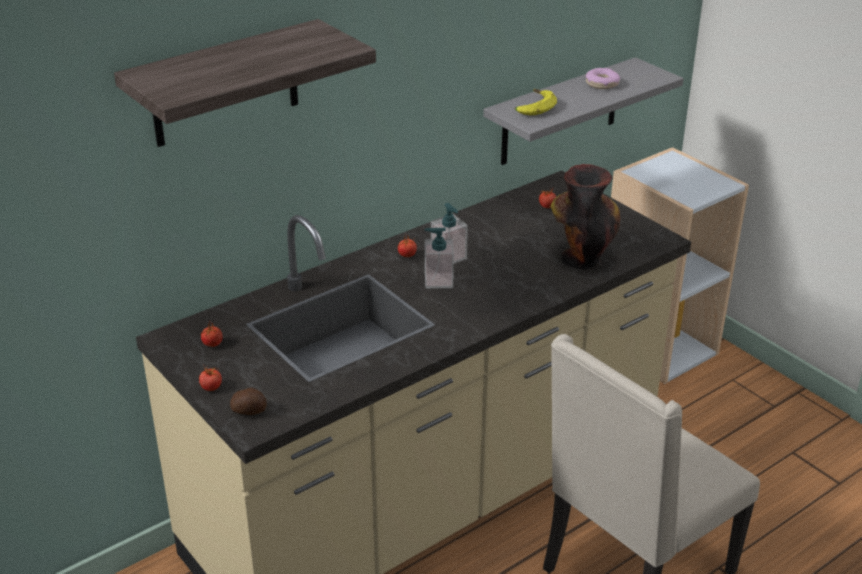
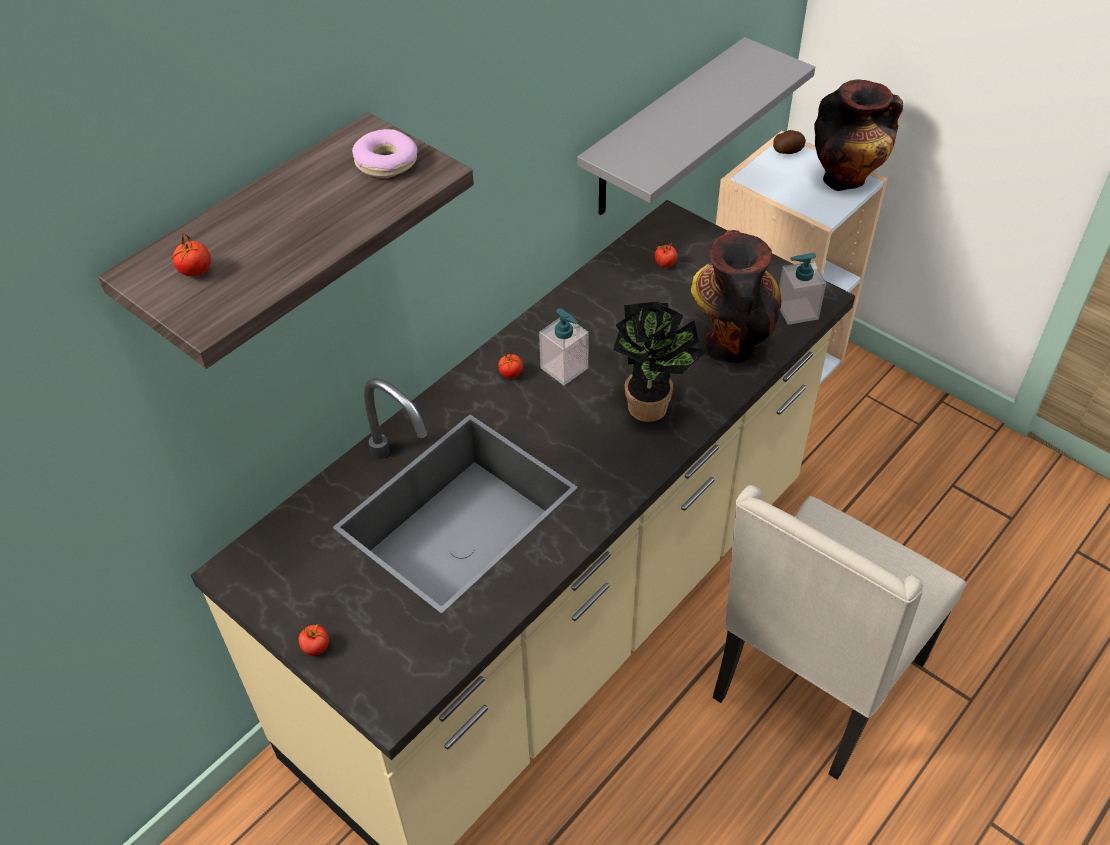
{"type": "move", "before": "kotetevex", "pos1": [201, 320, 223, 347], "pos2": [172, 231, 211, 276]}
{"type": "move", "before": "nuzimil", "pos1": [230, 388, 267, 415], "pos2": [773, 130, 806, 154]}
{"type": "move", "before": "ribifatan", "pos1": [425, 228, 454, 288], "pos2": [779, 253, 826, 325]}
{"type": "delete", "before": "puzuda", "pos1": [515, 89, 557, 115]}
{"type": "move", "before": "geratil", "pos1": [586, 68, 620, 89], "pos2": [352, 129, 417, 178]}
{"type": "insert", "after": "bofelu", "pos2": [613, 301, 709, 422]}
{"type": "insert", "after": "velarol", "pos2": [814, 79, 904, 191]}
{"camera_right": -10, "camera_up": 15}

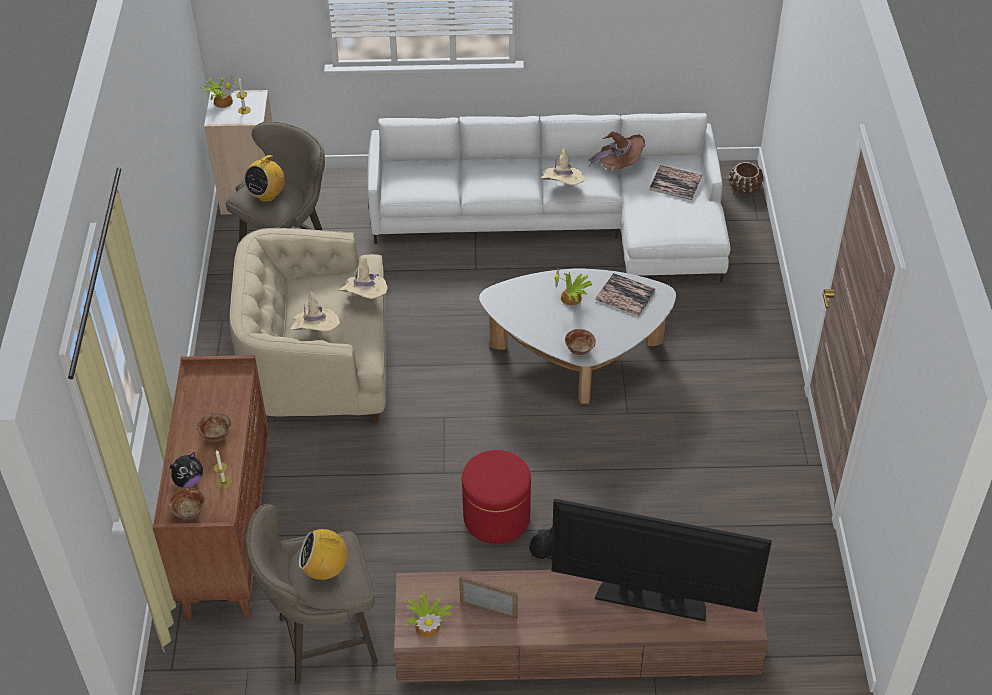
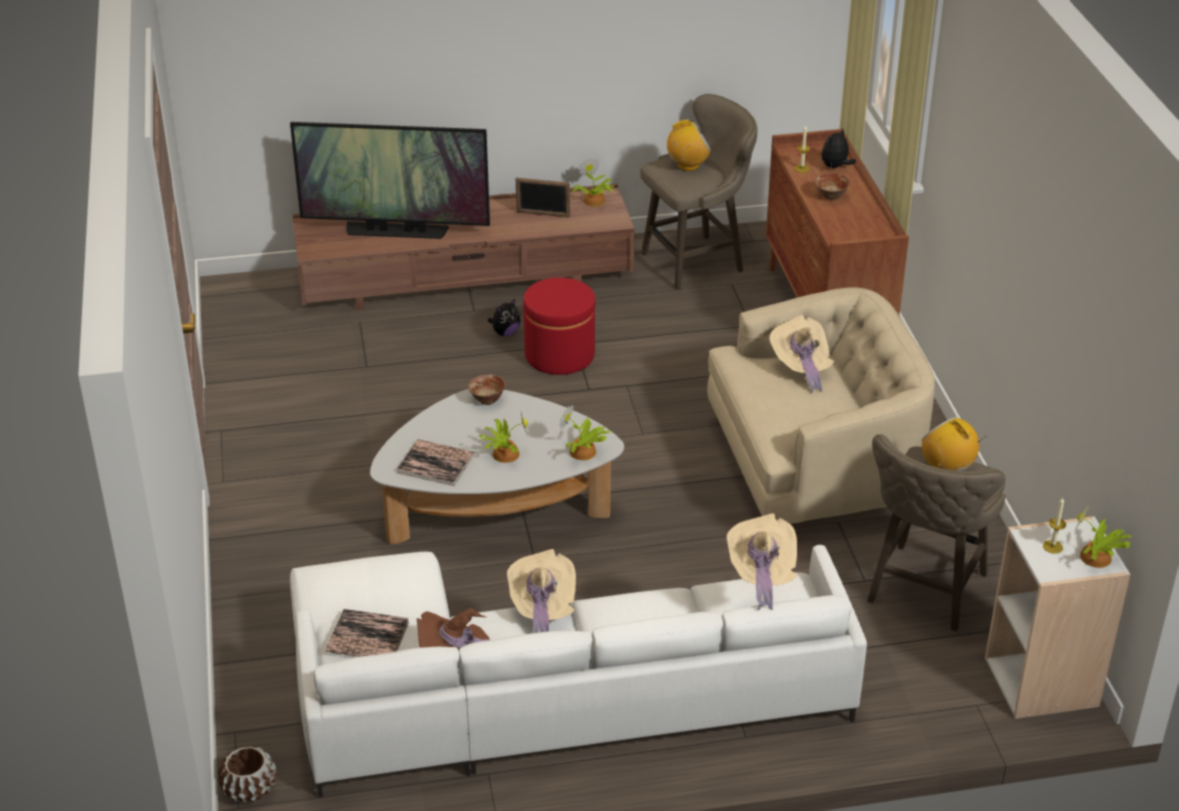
{"type": "delete", "before": "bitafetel", "pos1": [169, 487, 205, 520]}
{"type": "rotate", "before": "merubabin", "pos1": [244, 155, 285, 202], "pos2": [922, 417, 986, 471], "turn": -60}
{"type": "move", "before": "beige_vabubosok", "pos1": [339, 258, 388, 299], "pos2": [727, 513, 797, 610]}
{"type": "insert", "after": "bofelu", "pos2": [559, 404, 611, 460]}
{"camera_right": 170, "camera_up": -10}

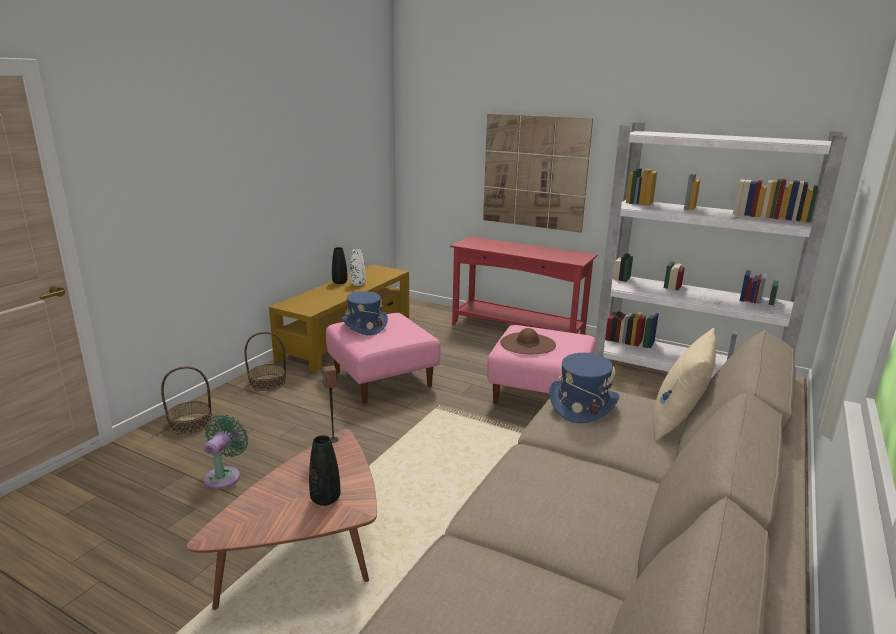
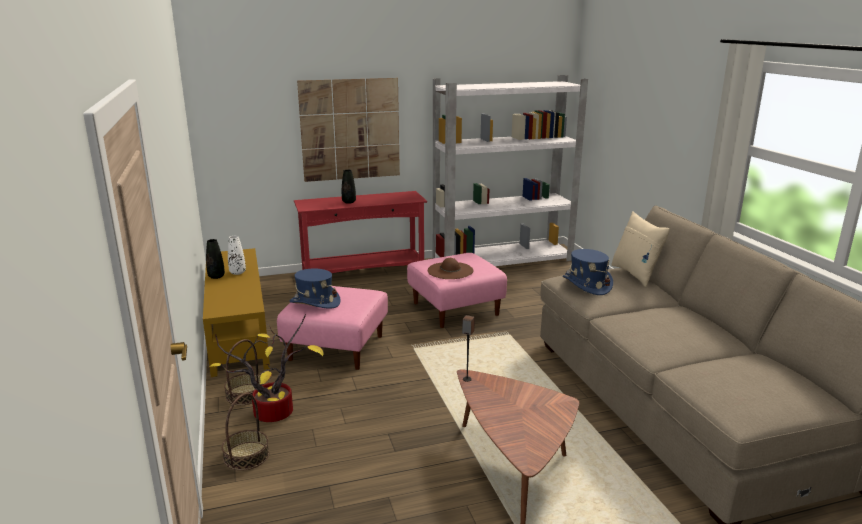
{"type": "delete", "before": "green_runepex", "pos1": [204, 415, 248, 489]}
{"type": "move", "before": "black_velarol", "pos1": [309, 435, 340, 506], "pos2": [342, 170, 356, 204]}
{"type": "insert", "after": "bofelu", "pos2": [209, 314, 324, 422]}
{"camera_right": -45, "camera_up": 0}

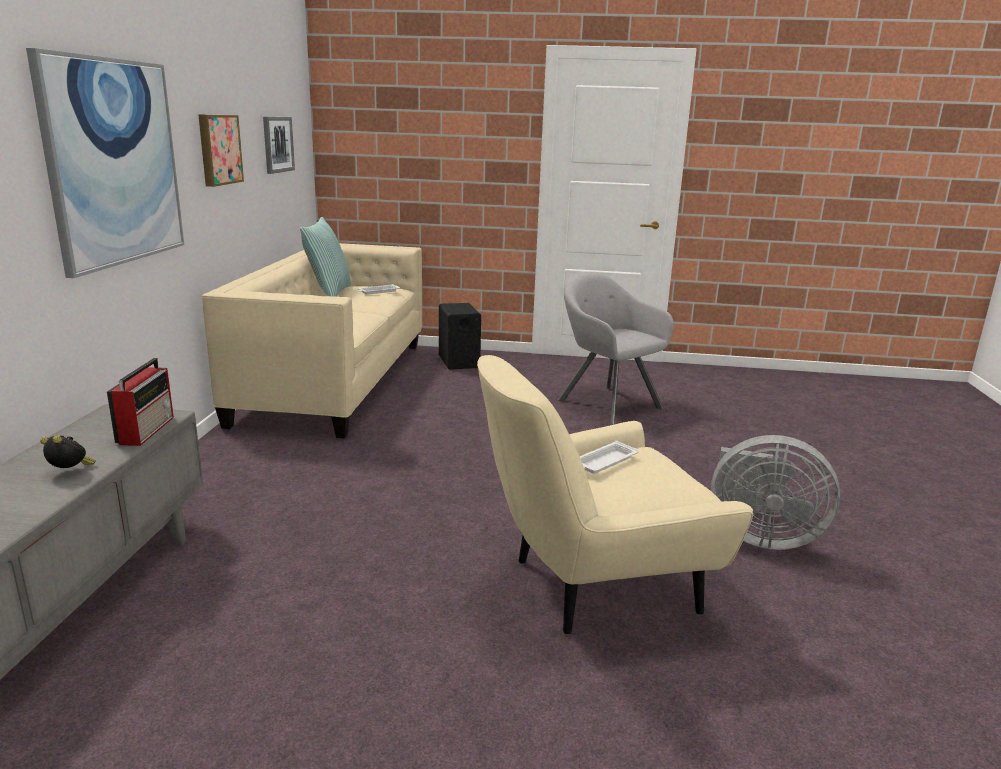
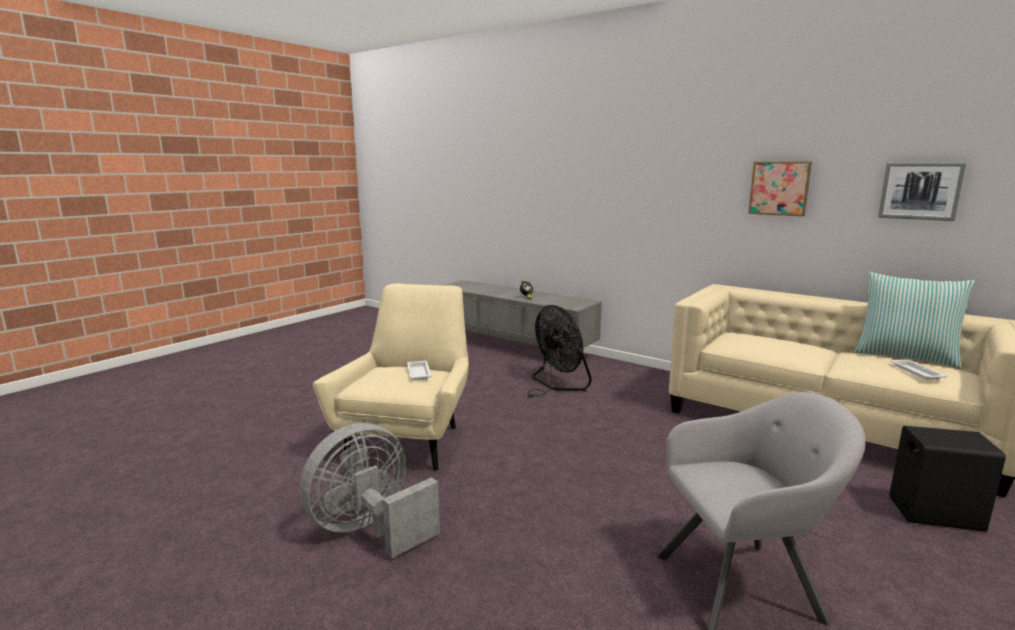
{"type": "delete", "before": "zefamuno", "pos1": [26, 48, 184, 278]}
{"type": "delete", "before": "merubabin", "pos1": [107, 358, 174, 446]}
{"type": "insert", "after": "black_runepex", "pos2": [526, 305, 592, 398]}
{"camera_right": 120, "camera_up": -5}

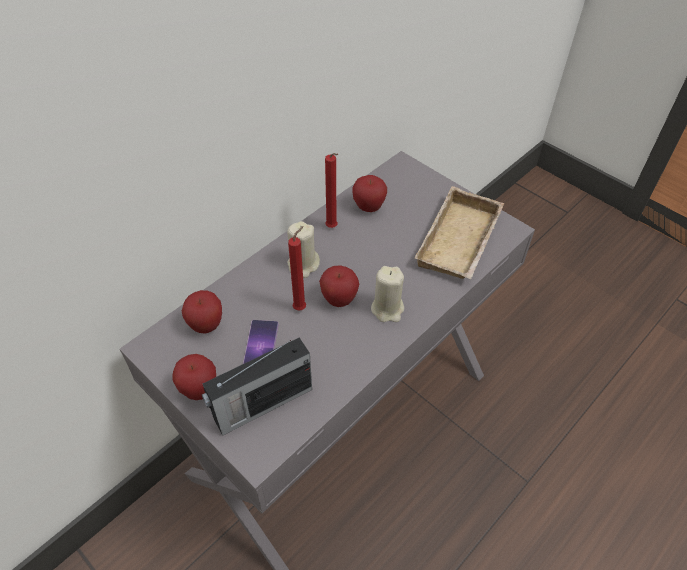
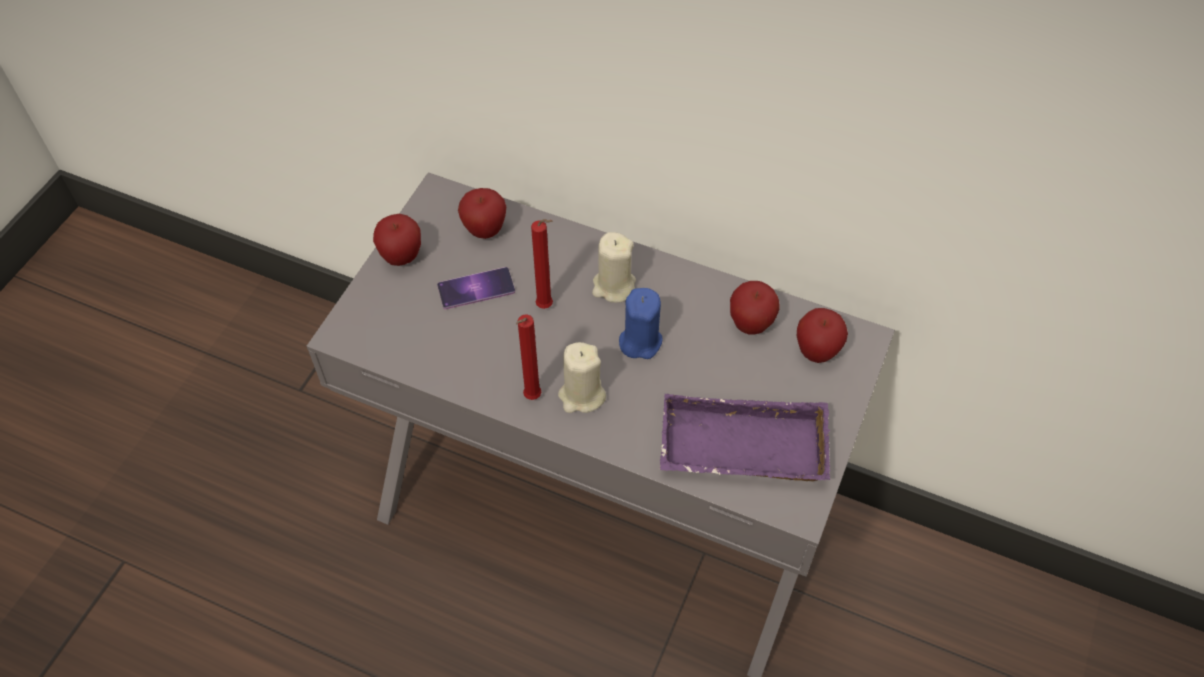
{"type": "delete", "before": "merubabin", "pos1": [202, 338, 312, 436]}
{"type": "move", "before": "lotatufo", "pos1": [319, 266, 359, 307], "pos2": [797, 308, 848, 363]}
{"type": "move", "before": "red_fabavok", "pos1": [325, 153, 338, 228], "pos2": [516, 314, 542, 400]}
{"type": "recolor", "before": "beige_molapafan", "after": "purple_molapafan", "pos1": [414, 186, 504, 279], "pos2": [660, 393, 831, 481]}
{"type": "insert", "after": "blue_fabavok", "pos2": [619, 288, 663, 359]}
{"camera_right": 70, "camera_up": 5}

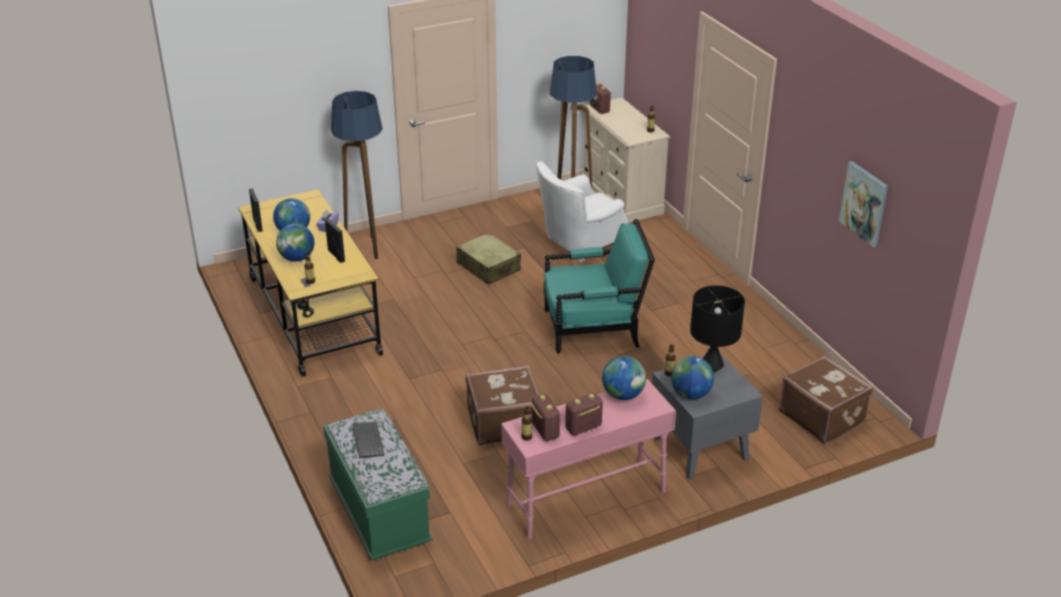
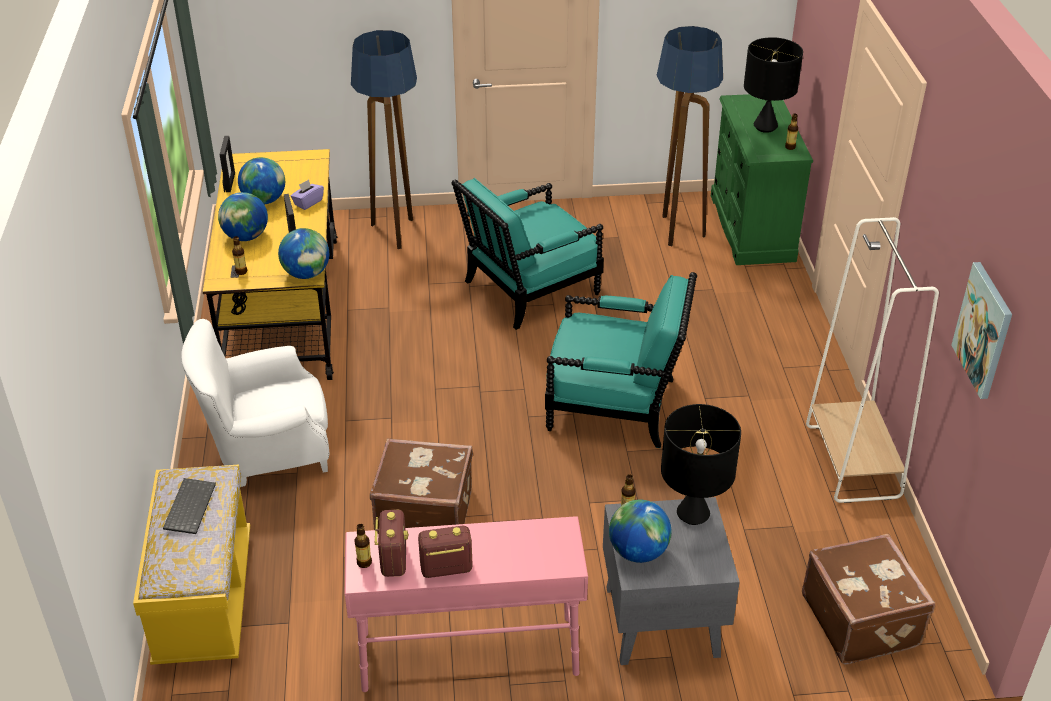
{"type": "recolor", "before": "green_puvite", "after": "yellow_puvite", "pos1": [323, 409, 432, 560], "pos2": [133, 465, 250, 665]}
{"type": "replace", "before": "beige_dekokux", "after": "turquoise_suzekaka", "pos1": [457, 233, 521, 285], "pos2": [451, 178, 604, 330]}
{"type": "move", "before": "white_suzekaka", "pos1": [536, 162, 628, 262], "pos2": [181, 319, 329, 487]}
{"type": "recolor", "before": "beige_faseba", "after": "green_faseba", "pos1": [582, 98, 670, 223], "pos2": [711, 94, 813, 265]}
{"type": "delete", "before": "merubabin", "pos1": [590, 83, 612, 114]}
{"type": "move", "before": "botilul", "pos1": [602, 356, 646, 400], "pos2": [278, 228, 329, 279]}
{"type": "insert", "after": "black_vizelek", "pos2": [744, 37, 803, 133]}
{"type": "insert", "after": "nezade", "pos2": [806, 217, 939, 503]}
{"camera_right": 20, "camera_up": 5}

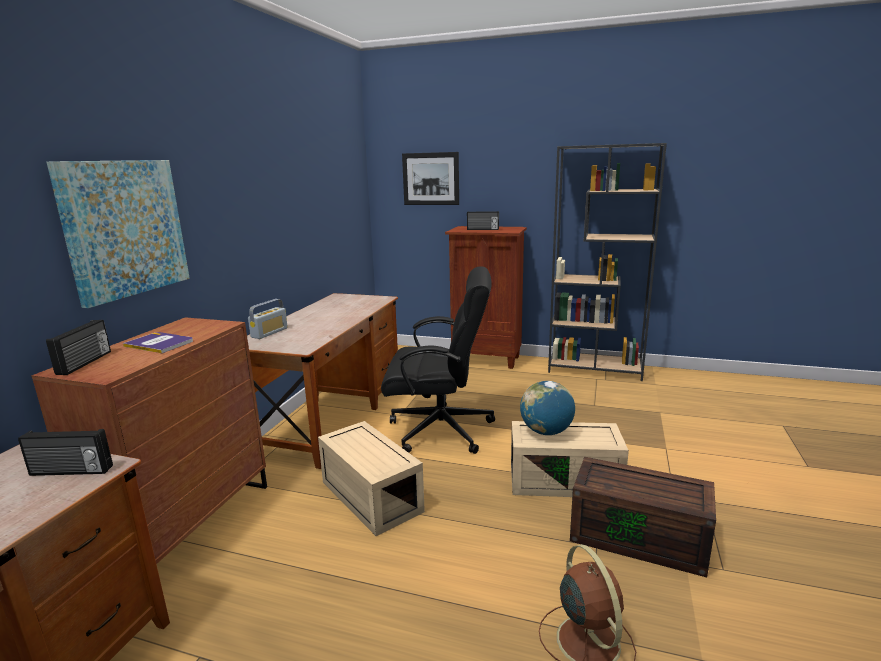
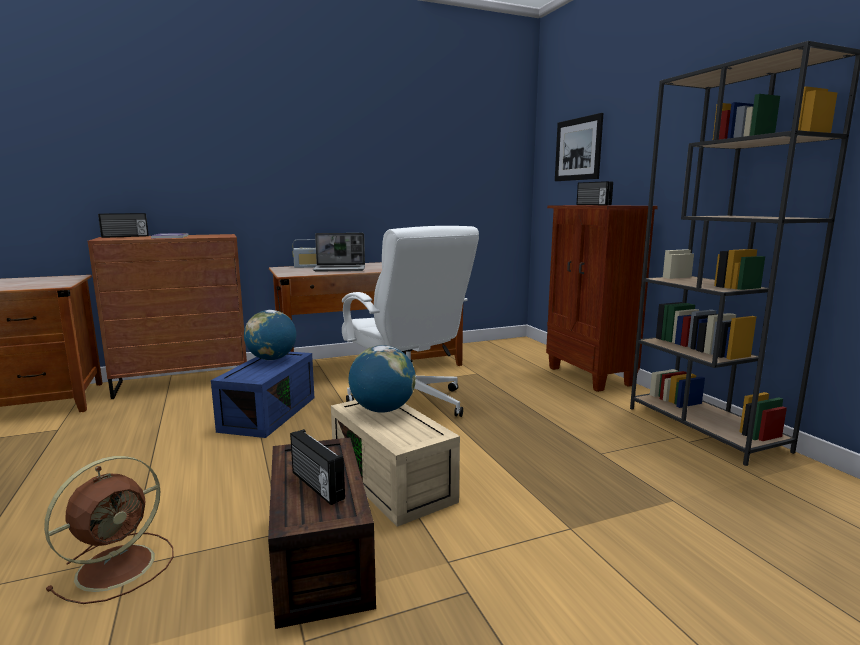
{"type": "move", "before": "merubabin", "pos1": [18, 429, 113, 476], "pos2": [290, 429, 345, 505]}
{"type": "delete", "before": "zefamuno", "pos1": [47, 160, 190, 308]}
{"type": "recolor", "before": "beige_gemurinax", "after": "blue_gemurinax", "pos1": [318, 421, 425, 536], "pos2": [211, 352, 314, 438]}
{"type": "recolor", "before": "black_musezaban", "after": "white_musezaban", "pos1": [381, 266, 495, 454], "pos2": [342, 226, 479, 417]}
{"type": "insert", "after": "botilul", "pos2": [244, 310, 296, 360]}
{"type": "insert", "after": "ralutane", "pos2": [313, 233, 365, 272]}
{"camera_right": 50, "camera_up": -5}

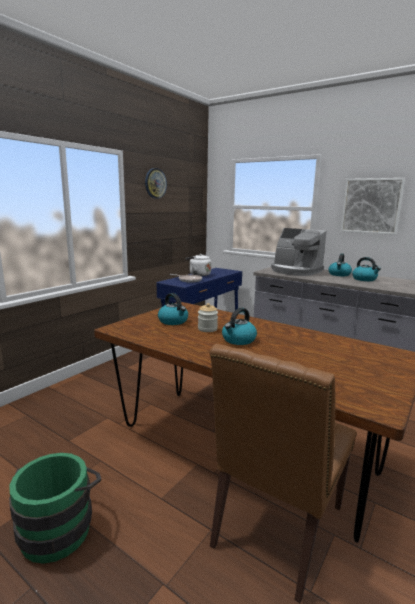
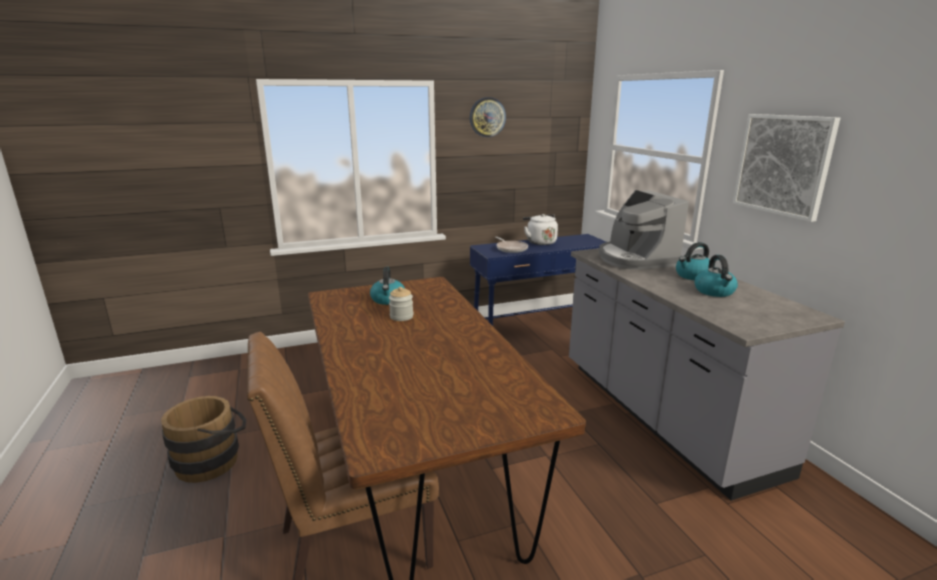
{"type": "recolor", "before": "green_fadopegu", "after": "brown_fadopegu", "pos1": [9, 453, 101, 564], "pos2": [161, 396, 246, 483]}
{"type": "delete", "before": "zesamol", "pos1": [222, 308, 257, 345]}
{"camera_right": 35, "camera_up": 5}

